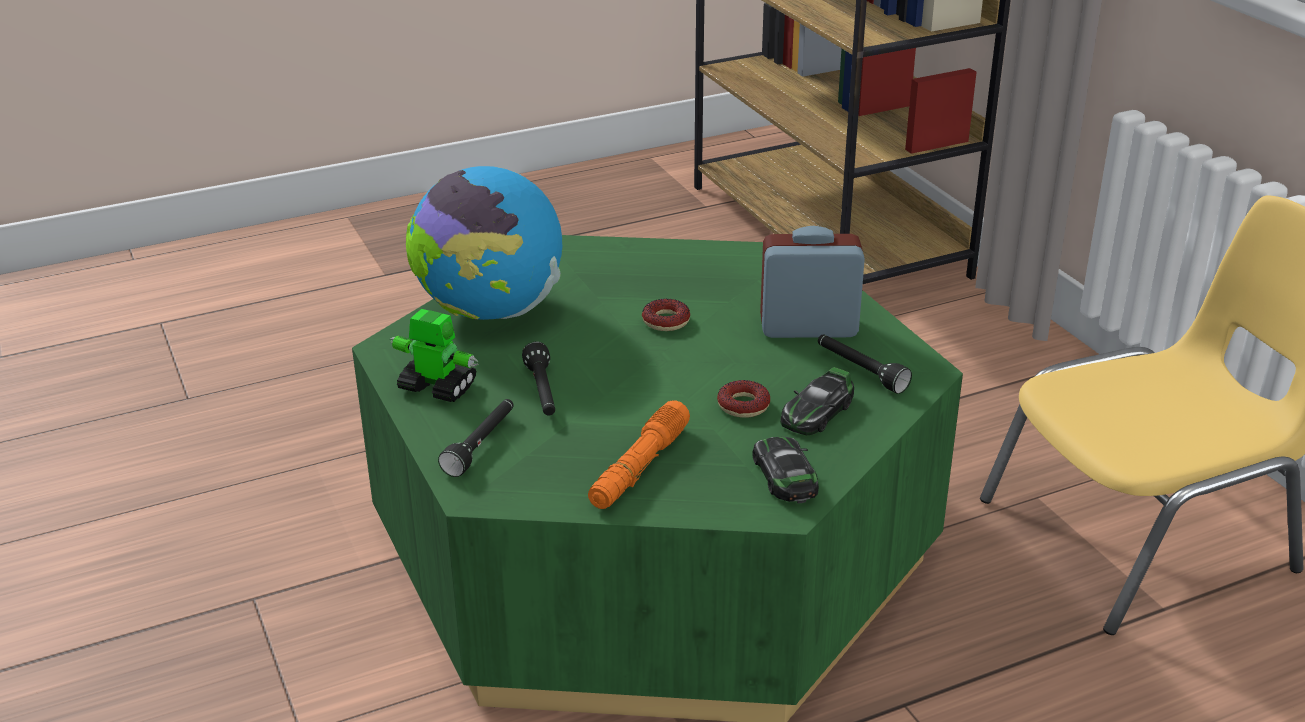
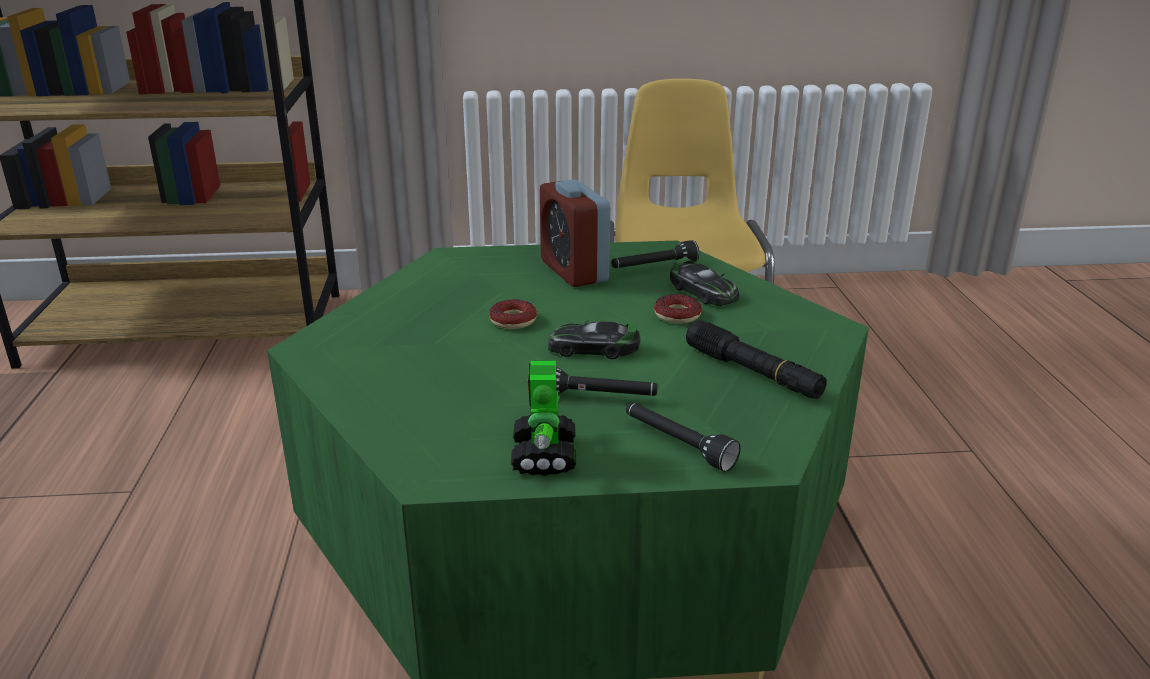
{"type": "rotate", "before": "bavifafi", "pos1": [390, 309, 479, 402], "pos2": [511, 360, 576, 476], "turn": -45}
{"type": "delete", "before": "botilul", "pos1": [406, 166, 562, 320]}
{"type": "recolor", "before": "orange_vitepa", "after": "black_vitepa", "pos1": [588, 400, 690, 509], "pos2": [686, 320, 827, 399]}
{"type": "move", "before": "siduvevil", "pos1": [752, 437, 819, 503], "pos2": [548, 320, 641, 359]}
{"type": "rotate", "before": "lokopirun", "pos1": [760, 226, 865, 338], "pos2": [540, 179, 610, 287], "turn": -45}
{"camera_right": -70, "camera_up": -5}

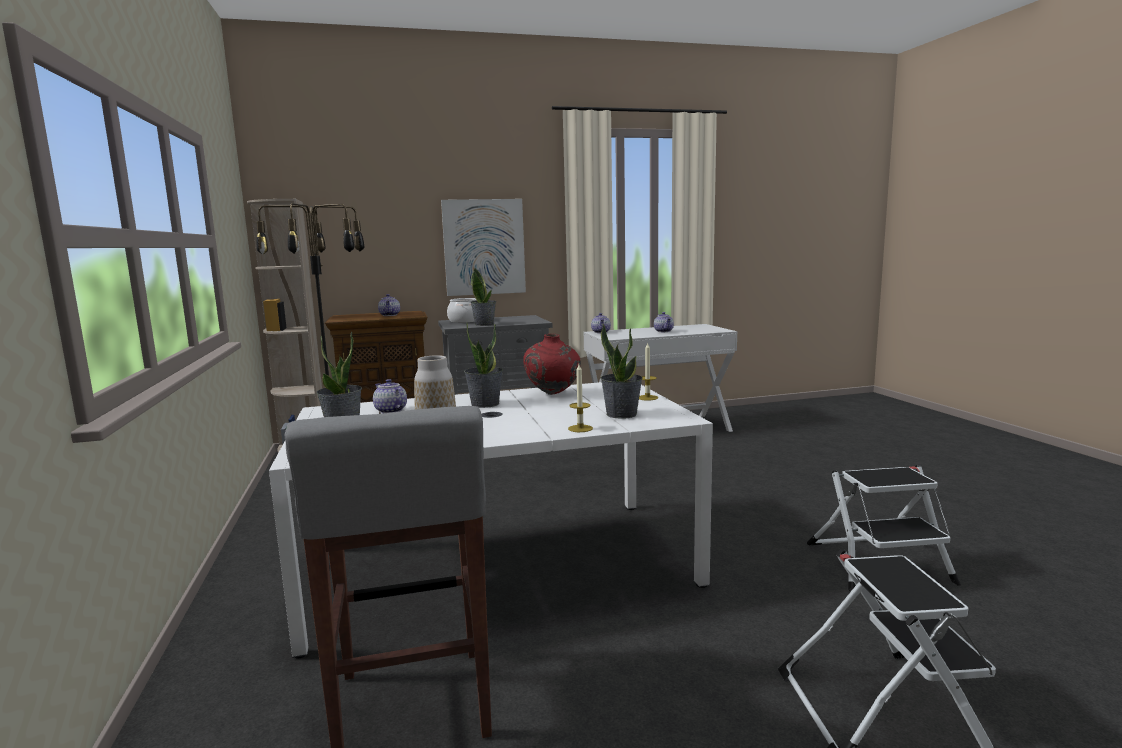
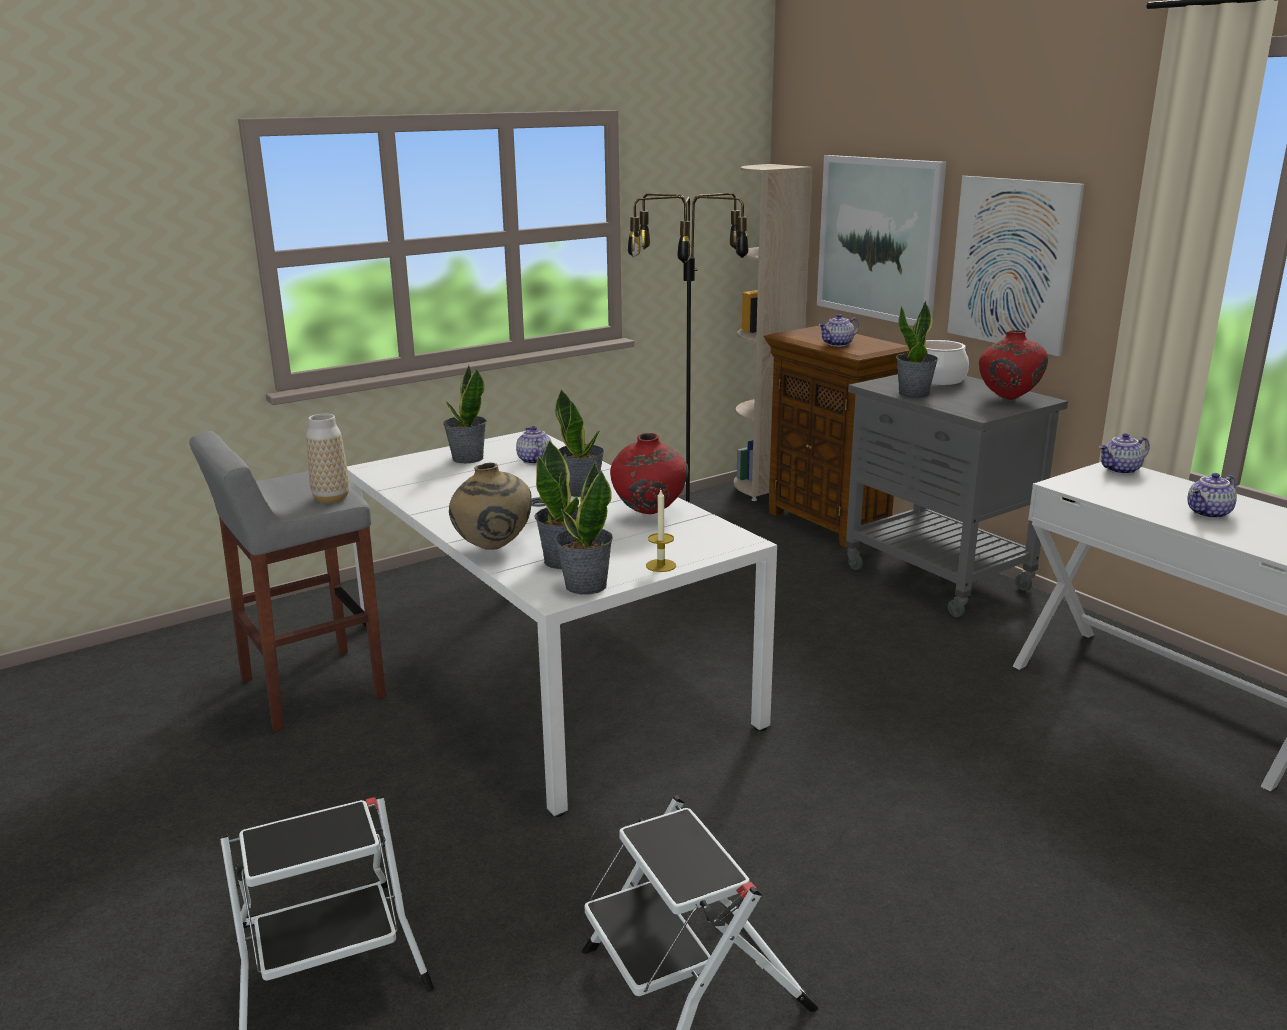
{"type": "rotate", "before": "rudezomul", "pos1": [373, 379, 407, 414], "pos2": [516, 426, 552, 464], "turn": -45}
{"type": "replace", "before": "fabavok", "after": "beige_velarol", "pos1": [568, 364, 593, 432], "pos2": [449, 463, 532, 550]}
{"type": "insert", "after": "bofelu", "pos2": [554, 462, 613, 595]}
{"type": "insert", "after": "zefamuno", "pos2": [817, 155, 946, 328]}
{"type": "insert", "after": "red_velarol", "pos2": [979, 330, 1048, 400]}
{"camera_right": 70, "camera_up": 10}

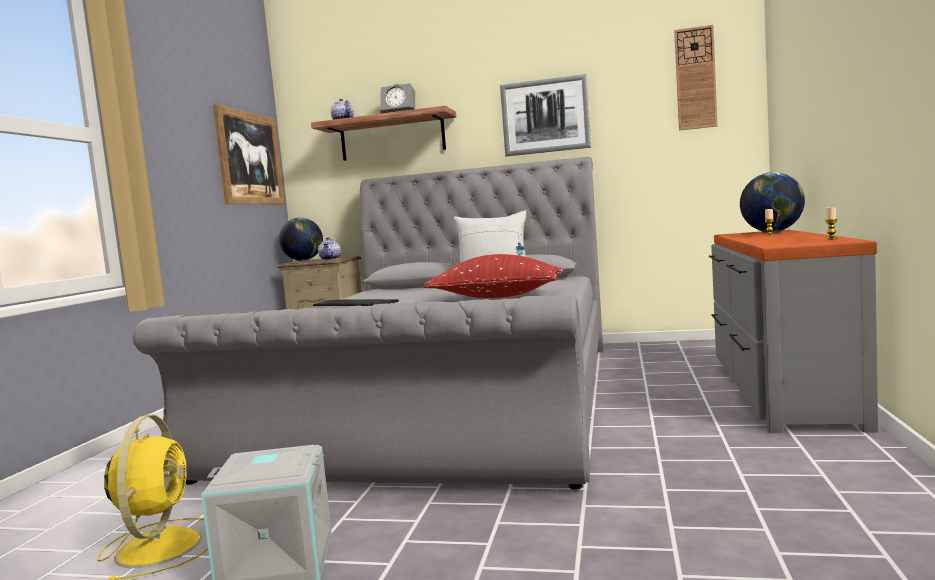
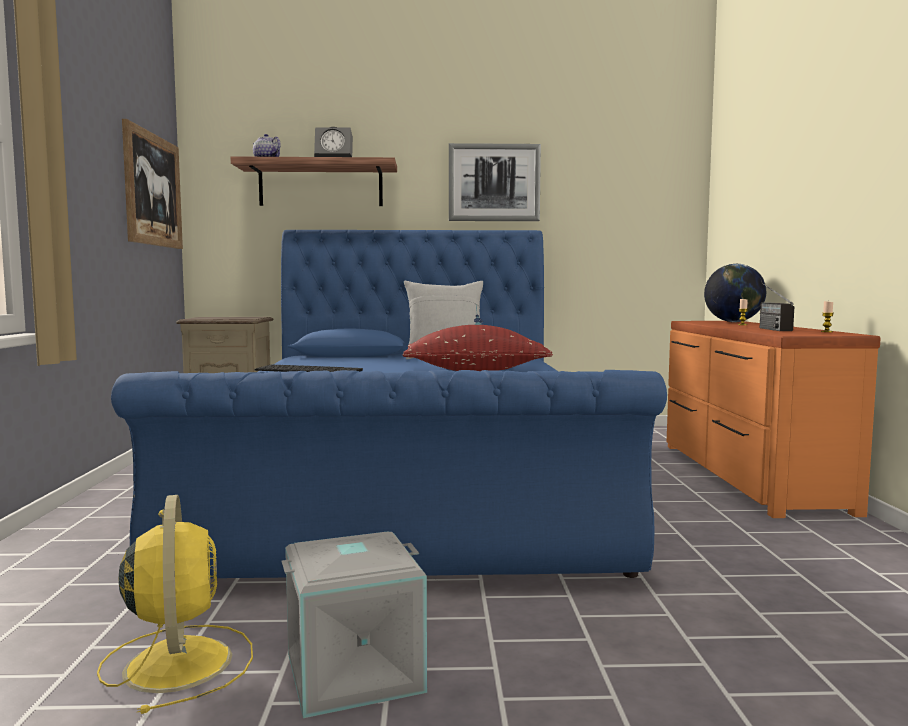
{"type": "recolor", "before": "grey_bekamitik", "after": "blue_bekamitik", "pos1": [132, 157, 603, 490], "pos2": [111, 230, 667, 578]}
{"type": "delete", "before": "botilul", "pos1": [279, 217, 323, 261]}
{"type": "delete", "before": "rudezomul", "pos1": [318, 237, 341, 260]}
{"type": "delete", "before": "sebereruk", "pos1": [674, 25, 718, 130]}
{"type": "recolor", "before": "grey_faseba", "after": "orange_faseba", "pos1": [709, 230, 878, 433], "pos2": [667, 321, 881, 518]}
{"type": "insert", "after": "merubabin", "pos2": [760, 283, 794, 331]}
{"camera_right": -15, "camera_up": 0}

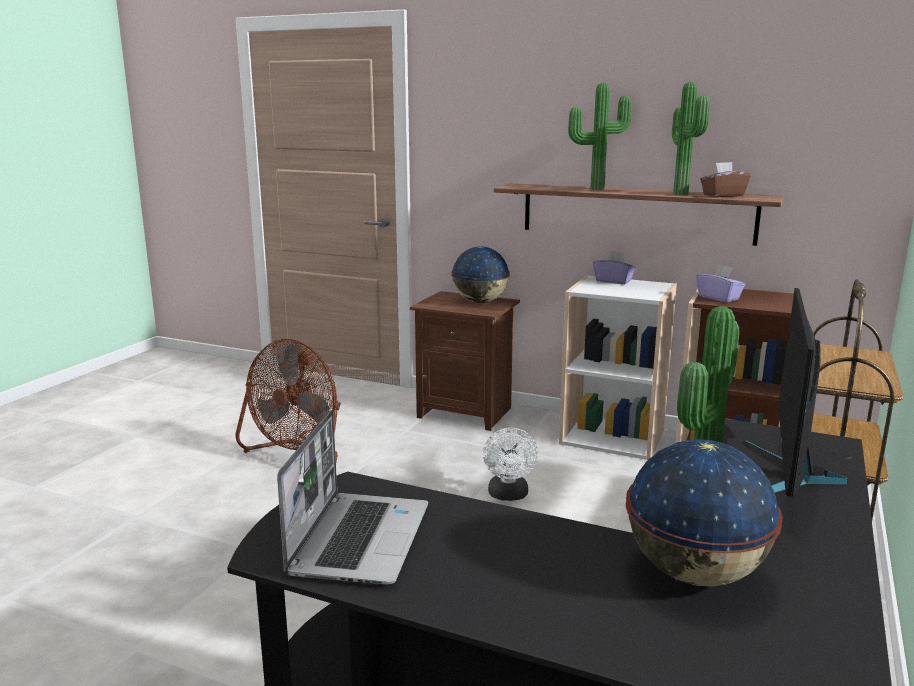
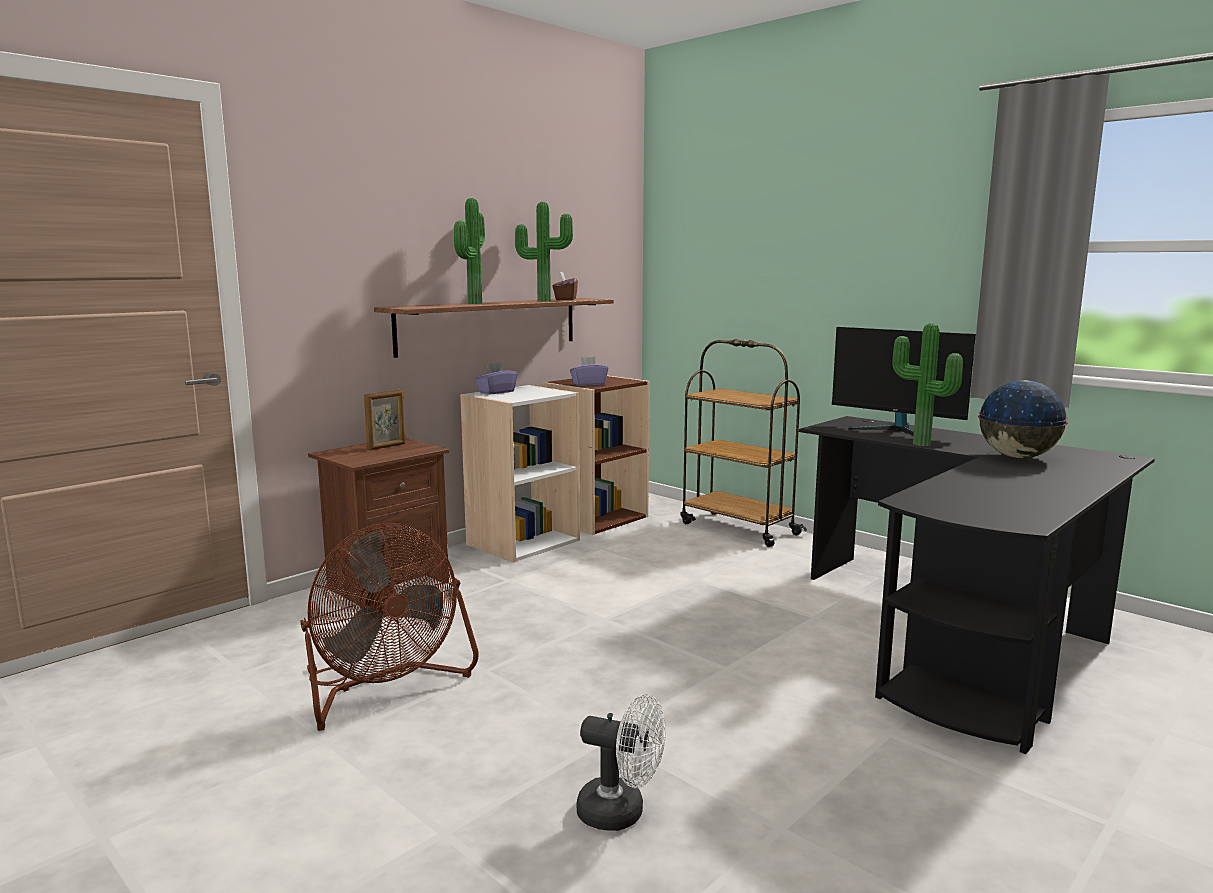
{"type": "delete", "before": "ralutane", "pos1": [277, 410, 428, 585]}
{"type": "replace", "before": "botilul", "after": "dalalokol", "pos1": [451, 246, 510, 303], "pos2": [364, 390, 405, 450]}
{"type": "move", "before": "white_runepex", "pos1": [483, 428, 538, 501], "pos2": [576, 694, 666, 831]}
{"camera_right": -70, "camera_up": -5}

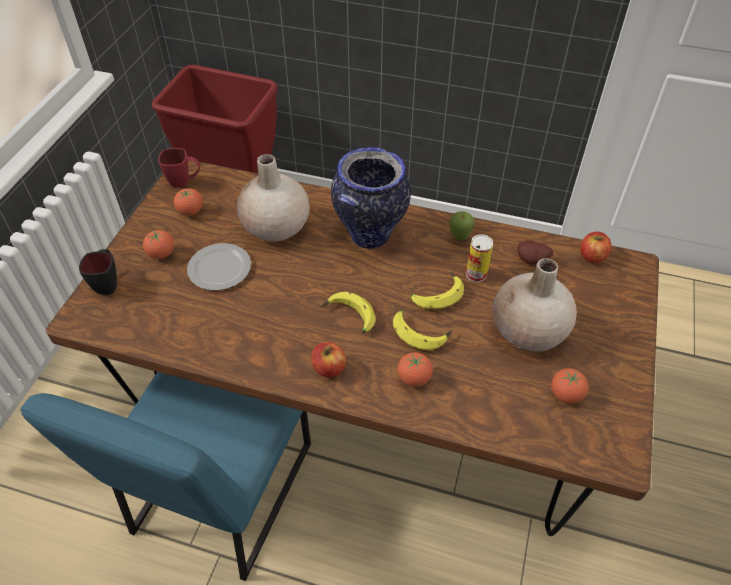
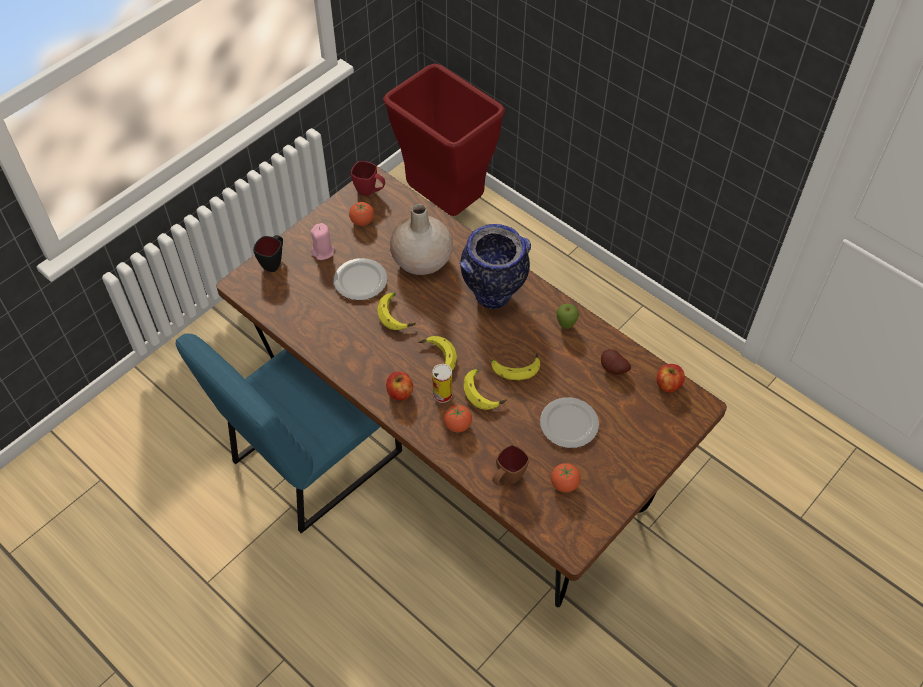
{"type": "replace", "before": "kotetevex", "after": "pink_fabavok", "pos1": [143, 230, 174, 259], "pos2": [311, 223, 335, 260]}
{"type": "move", "before": "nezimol", "pos1": [466, 234, 493, 282], "pos2": [432, 364, 452, 403]}
{"type": "replace", "before": "beige_velarol", "after": "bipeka", "pos1": [492, 258, 577, 352], "pos2": [540, 397, 599, 448]}
{"type": "insert", "after": "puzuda", "pos2": [377, 293, 416, 330]}
{"type": "insert", "after": "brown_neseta", "pos2": [492, 445, 529, 486]}
{"camera_right": 25, "camera_up": 5}

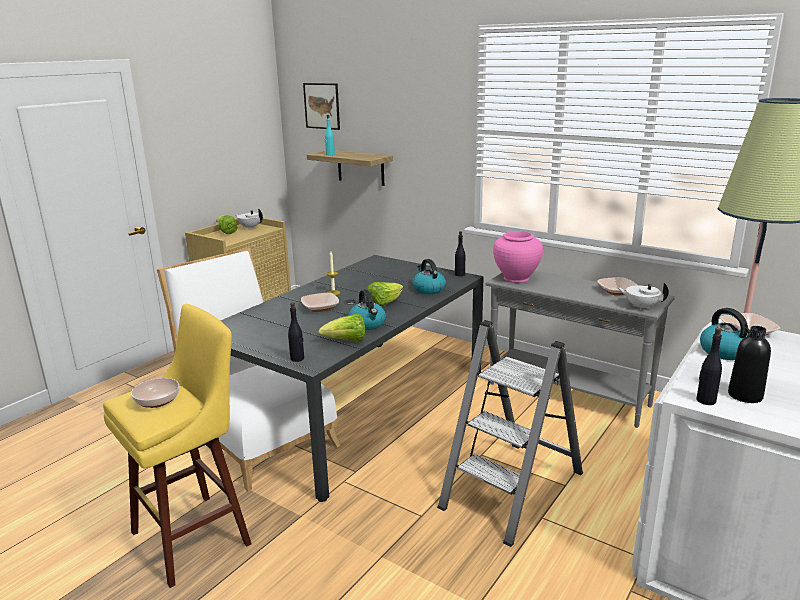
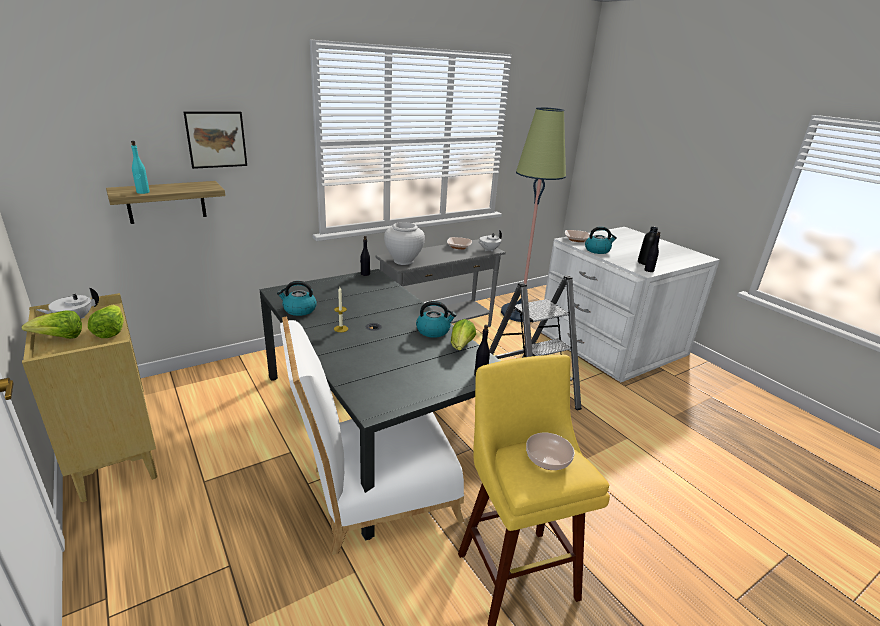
{"type": "delete", "before": "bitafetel", "pos1": [301, 293, 339, 312]}
{"type": "move", "before": "zefamuno", "pos1": [303, 83, 340, 130], "pos2": [184, 112, 247, 169]}
{"type": "move", "before": "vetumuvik", "pos1": [367, 282, 403, 306], "pos2": [88, 305, 124, 338]}
{"type": "move", "before": "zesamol", "pos1": [413, 259, 446, 294], "pos2": [277, 281, 317, 316]}
{"type": "recolor", "before": "pink_velarol", "after": "white_velarol", "pos1": [493, 231, 543, 283], "pos2": [384, 222, 425, 265]}
{"camera_right": -70, "camera_up": 5}

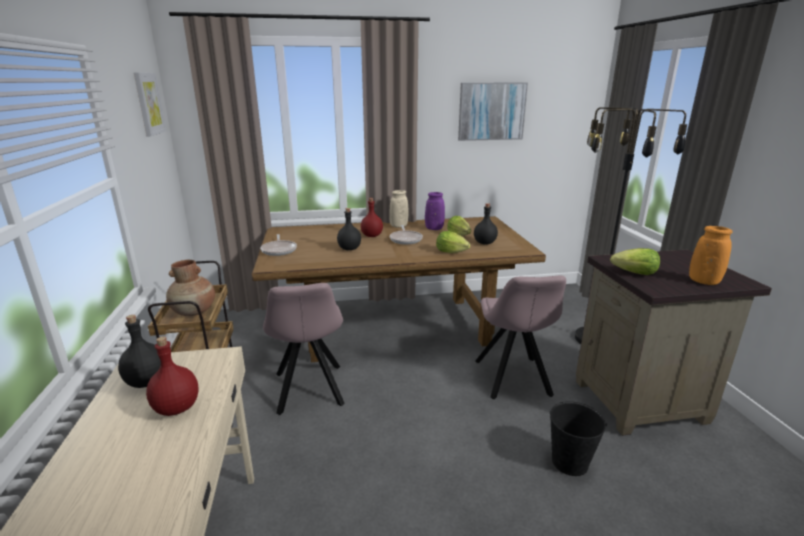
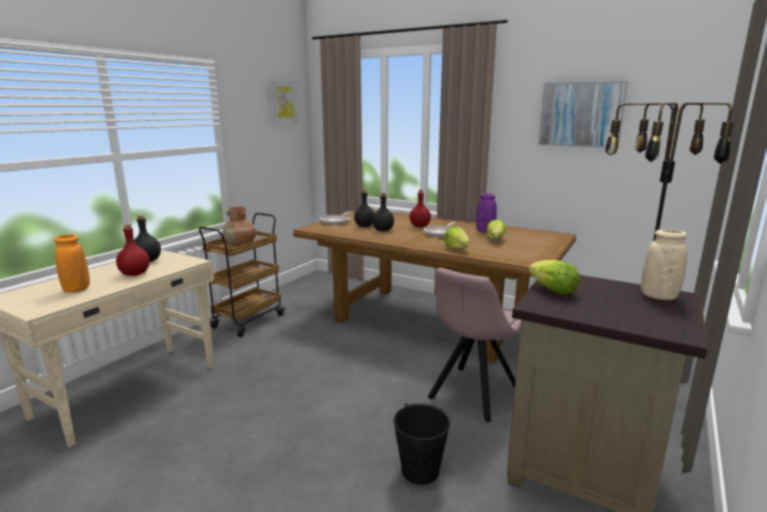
{"type": "delete", "before": "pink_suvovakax", "pos1": [263, 283, 345, 415]}
{"type": "move", "before": "beige_velarol", "pos1": [389, 190, 409, 228], "pos2": [641, 229, 687, 300]}
{"type": "move", "before": "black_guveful", "pos1": [474, 203, 498, 245], "pos2": [354, 190, 375, 227]}
{"type": "move", "before": "orange_velarol", "pos1": [689, 226, 733, 285], "pos2": [54, 234, 90, 293]}
{"camera_right": 40, "camera_up": -5}

